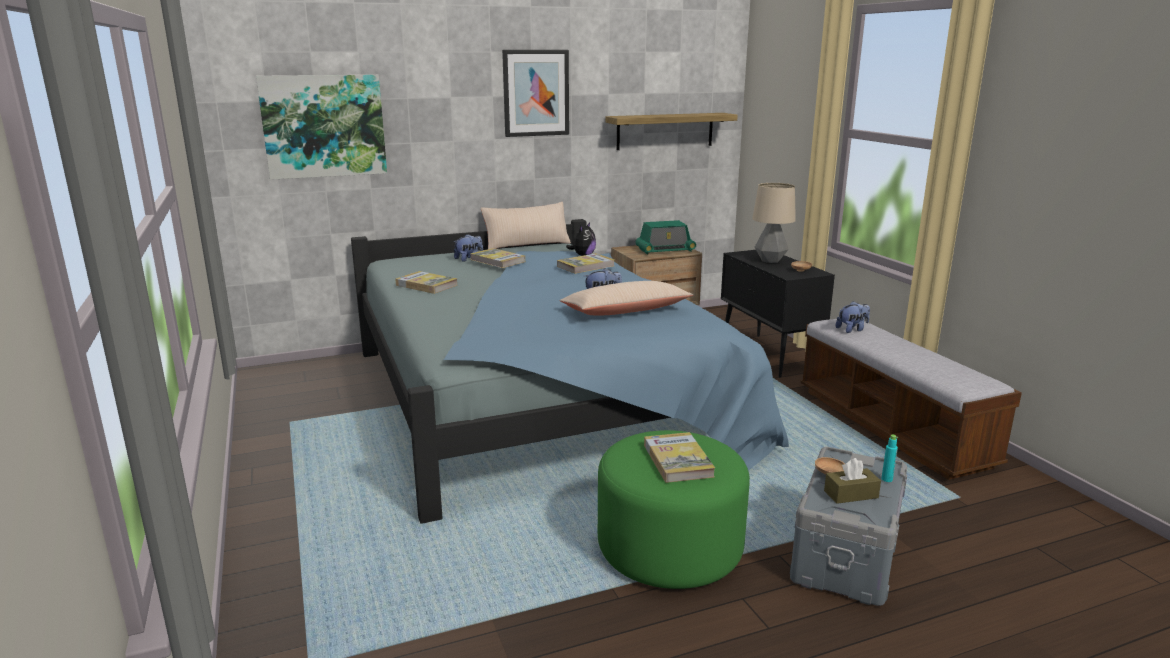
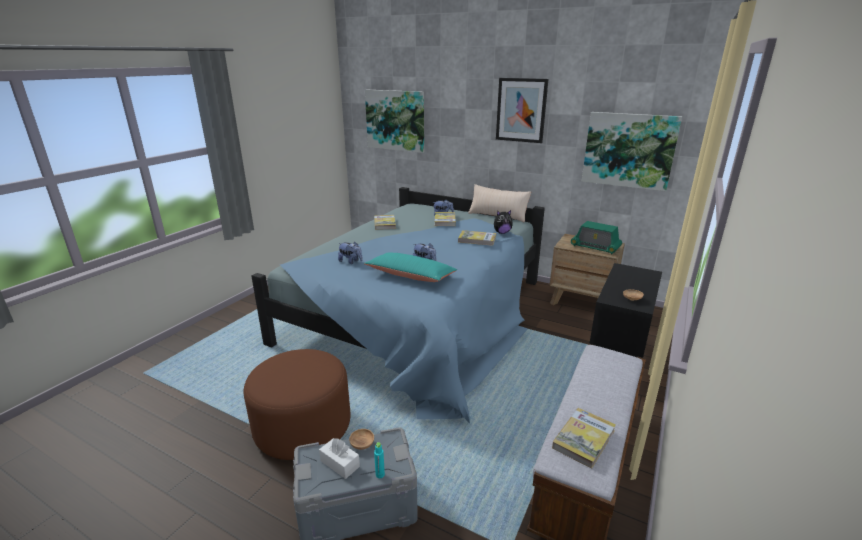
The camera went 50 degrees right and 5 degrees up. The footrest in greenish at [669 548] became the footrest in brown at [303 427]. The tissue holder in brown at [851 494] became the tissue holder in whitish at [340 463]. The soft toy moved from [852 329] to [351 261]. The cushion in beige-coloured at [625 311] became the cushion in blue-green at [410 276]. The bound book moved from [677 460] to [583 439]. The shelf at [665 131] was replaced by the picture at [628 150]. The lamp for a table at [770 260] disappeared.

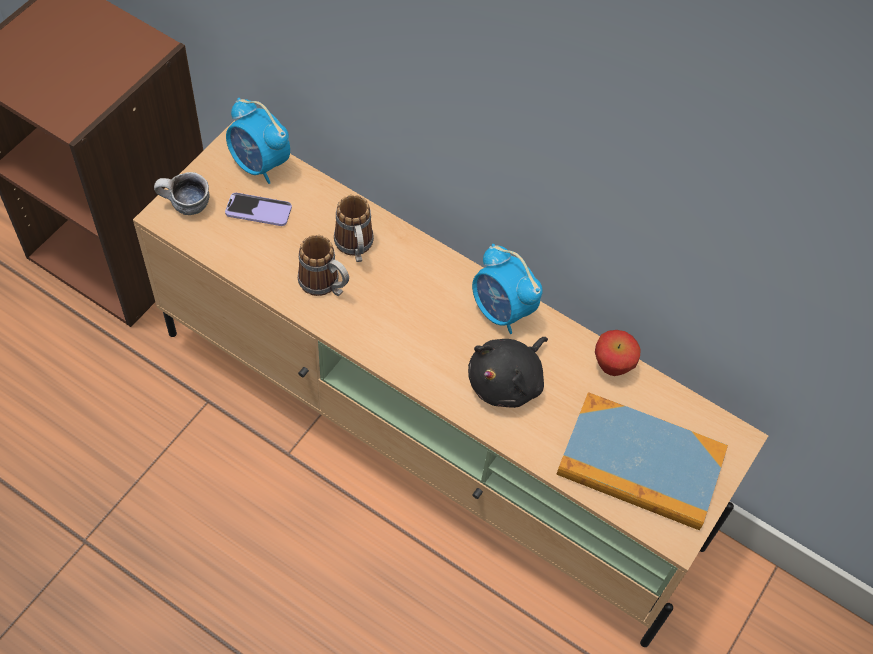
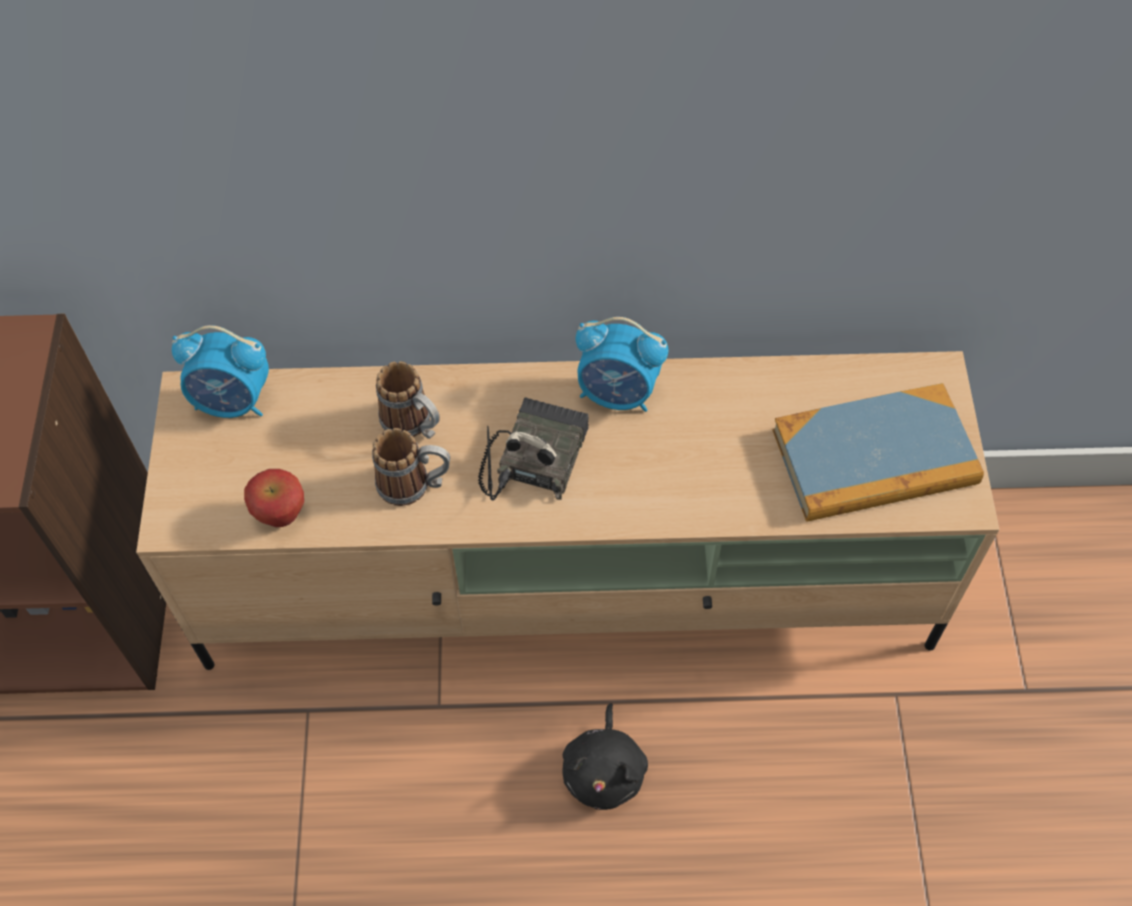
The camera went 30 degrees left and 0 degrees up. The apple fruit moved from [612 367] to [281 516]. The radio set at [533 457] appeared. The soft toy in blackish moved from [507 381] to [604 770]. The mug at [185 206] disappeared. The telephone at [258 211] disappeared.

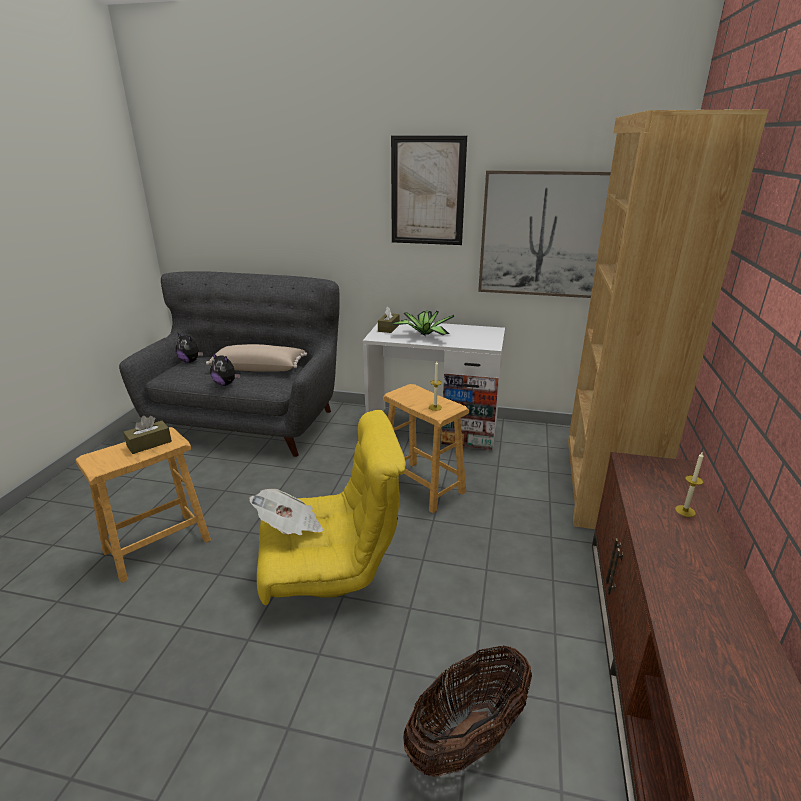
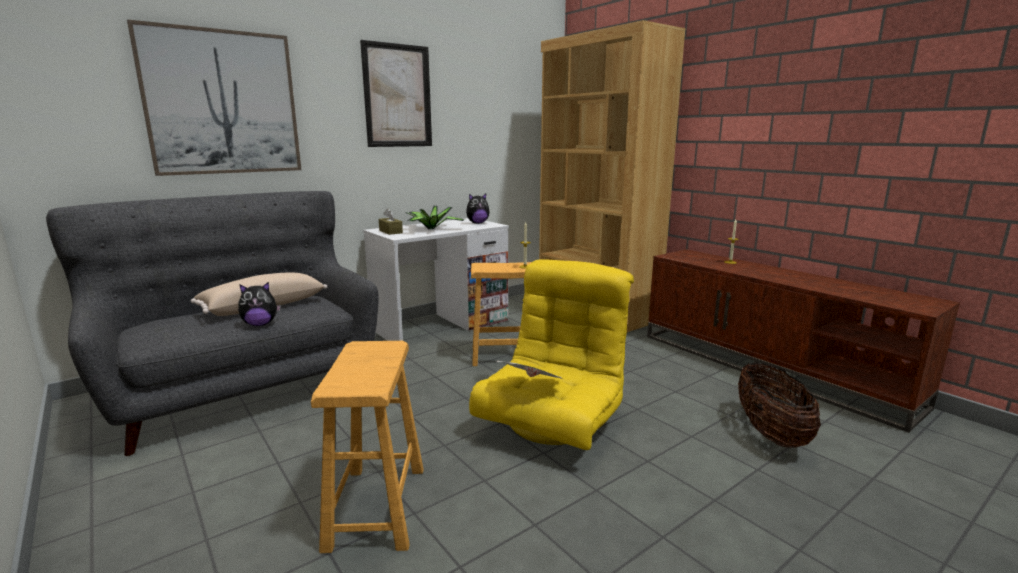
The camera went 50 degrees left and 10 degrees down. The picture moved from [542 235] to [222 103]. The soft toy moved from [190 361] to [477 223]. The tissue holder in brown at [149 444] disappeared.

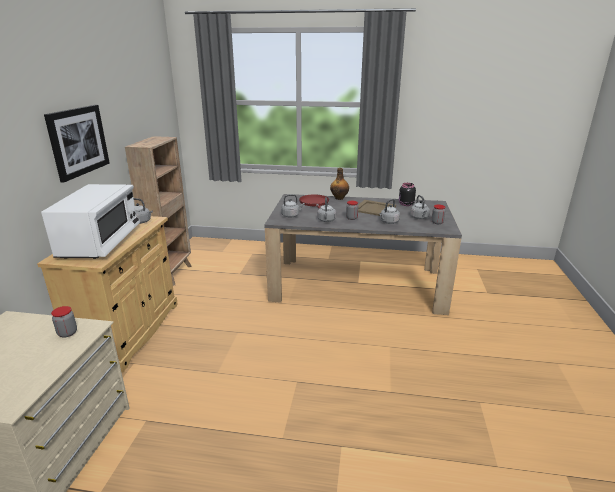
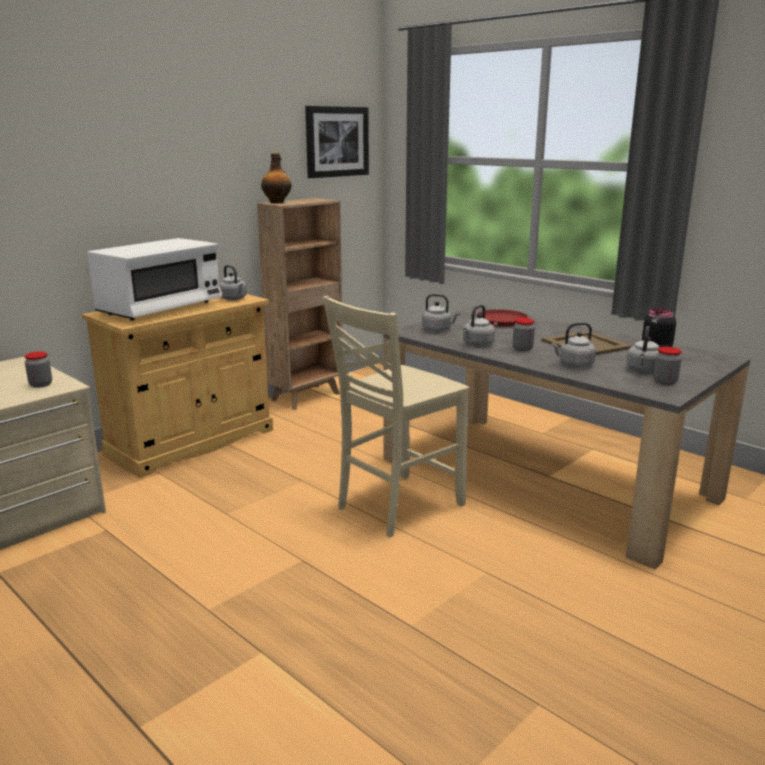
The camera went 35 degrees right and 5 degrees down. The beverage bottle moved from [339 198] to [277 202]. The picture moved from [78 141] to [337 142]. The chair in beige-coloured at [397 506] appeared.

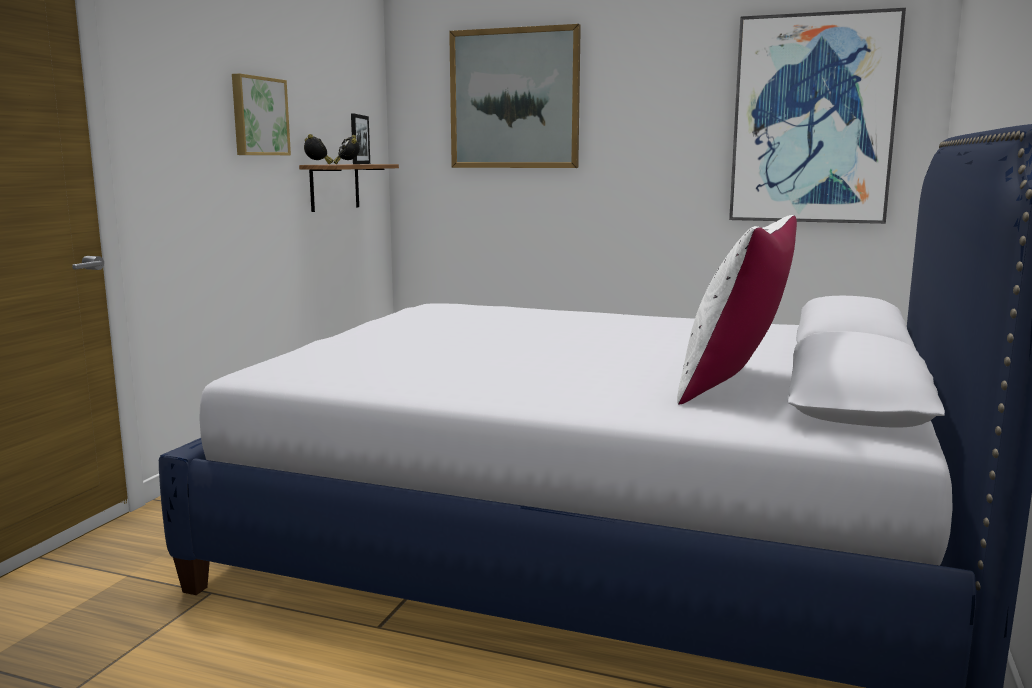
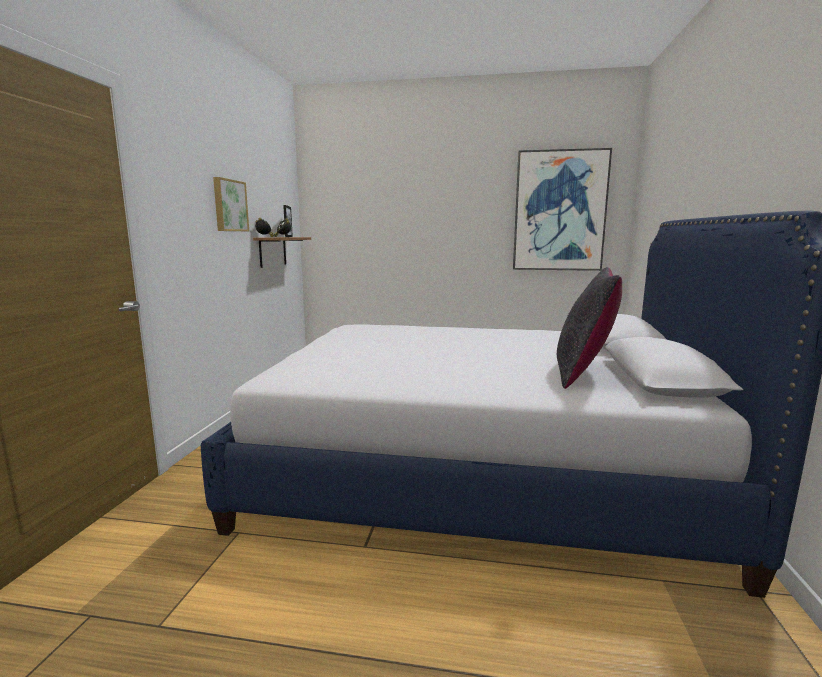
The camera went 10 degrees left and 0 degrees up. The cushion in whitish at [734 385] became the cushion in blackish at [583 373]. The picture at [514 99] disappeared.

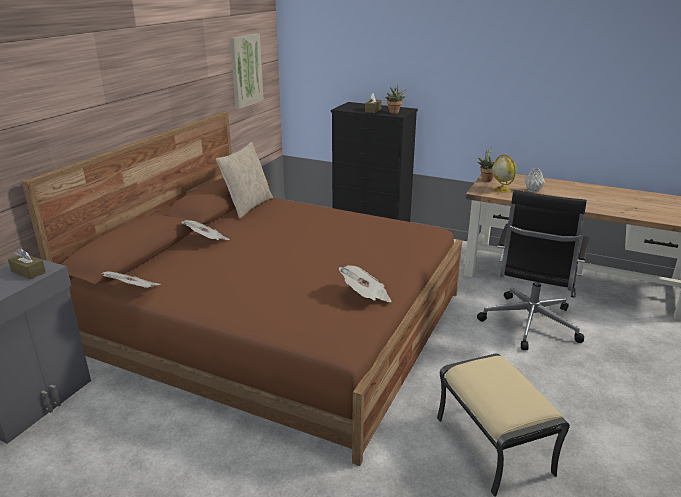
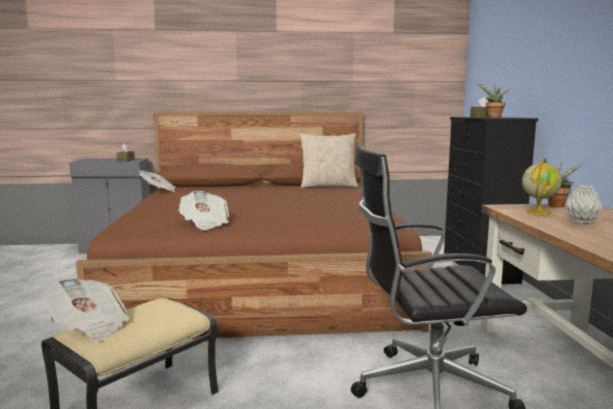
The camera went 60 degrees right and 15 degrees down. The newspaper moved from [207 241] to [90 327]. The picture at [245 70] disappeared.

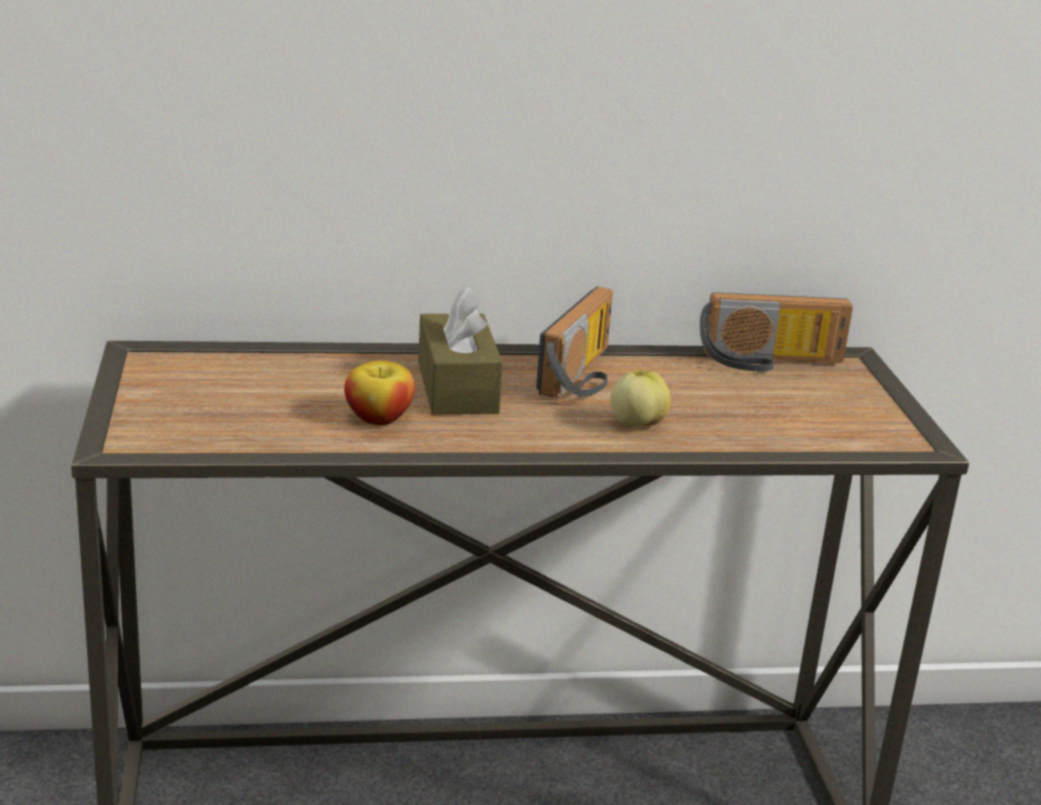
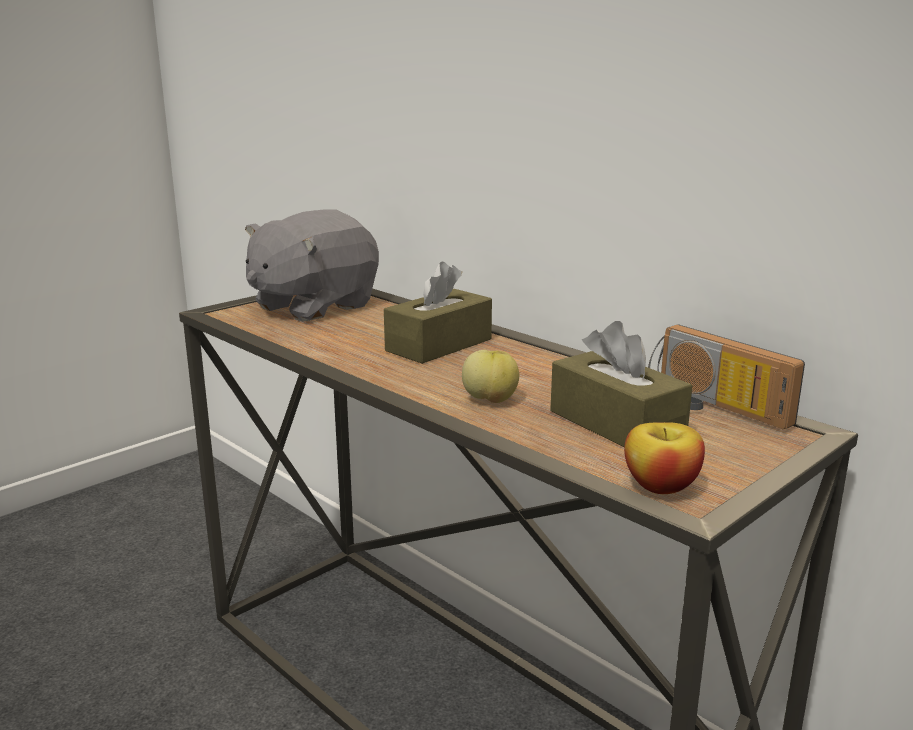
The camera went 55 degrees right and 5 degrees down. The soft toy in greyish at [312 306] appeared. The tissue holder in brown at [616 424] appeared. The apple fruit moved from [378 418] to [661 485]. The radio set at [585 375] disappeared.

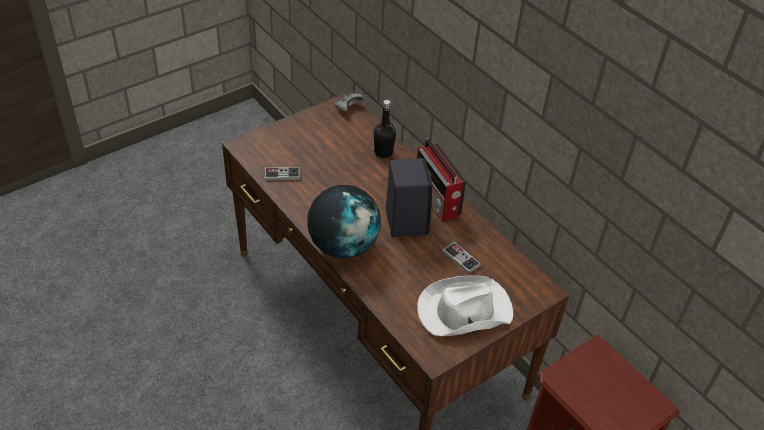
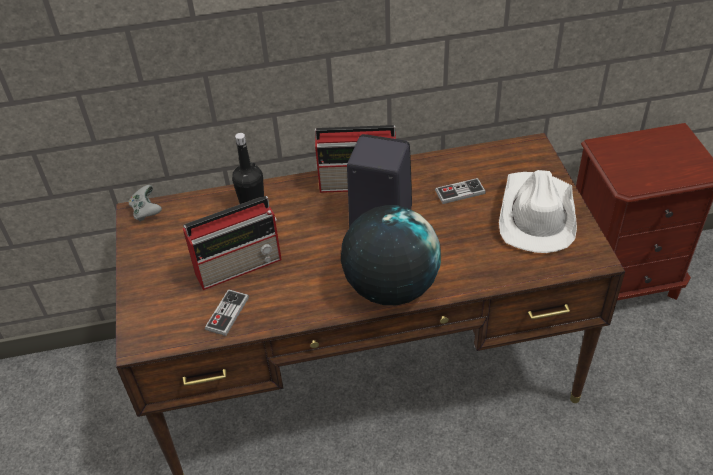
The camera went 60 degrees left and 0 degrees up. The radio set at [240 265] appeared.

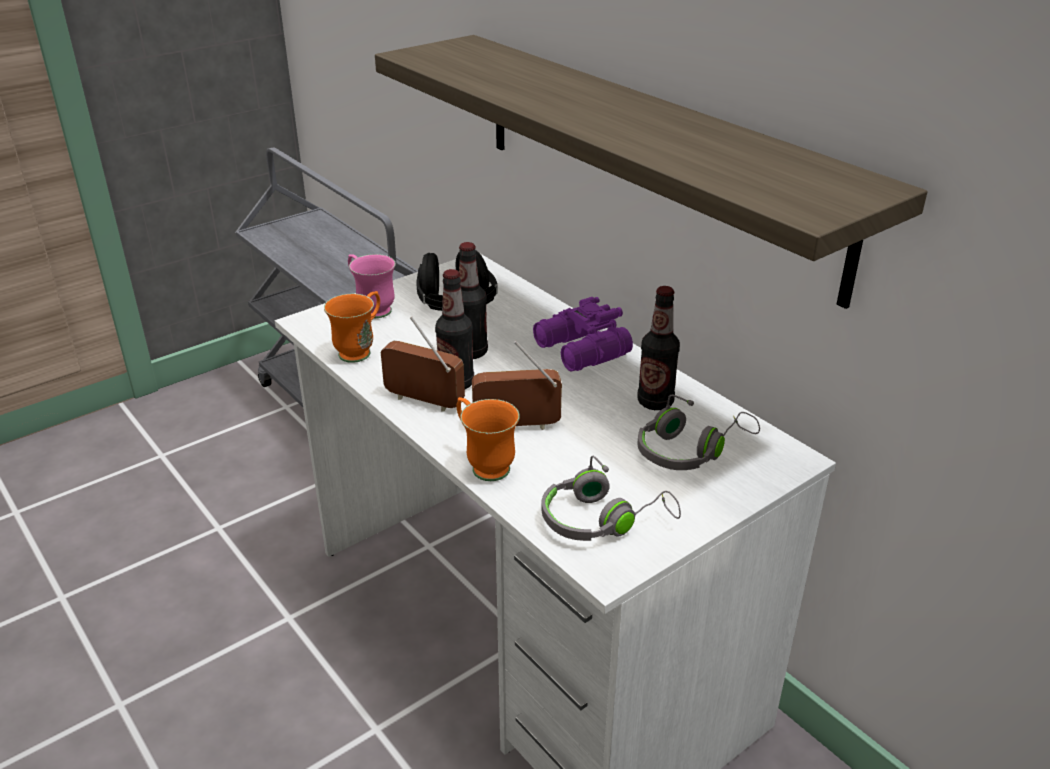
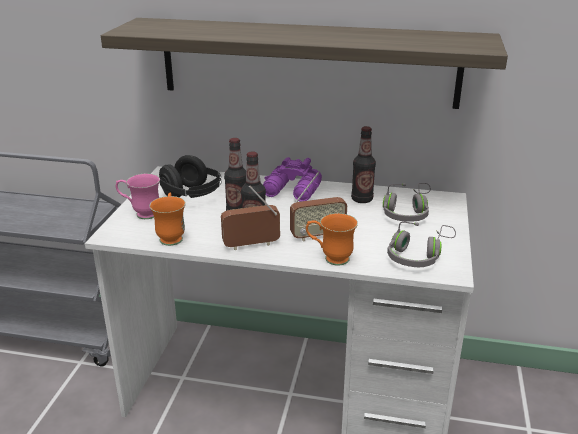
The camera went 40 degrees left and 5 degrees down. The radio set at [517 426] turned 150 degrees counterclockwise.

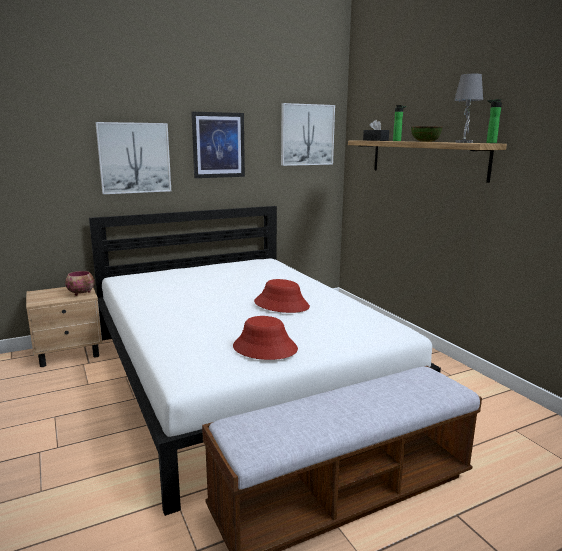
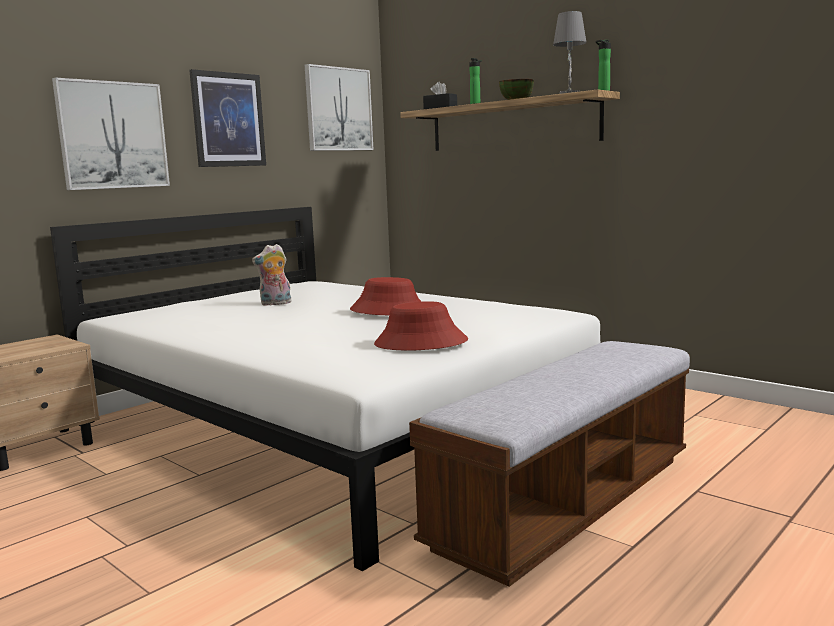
The camera went 20 degrees left and 5 degrees down. The soft toy at [275 304] appeared. The bowl at [82 293] disappeared.

